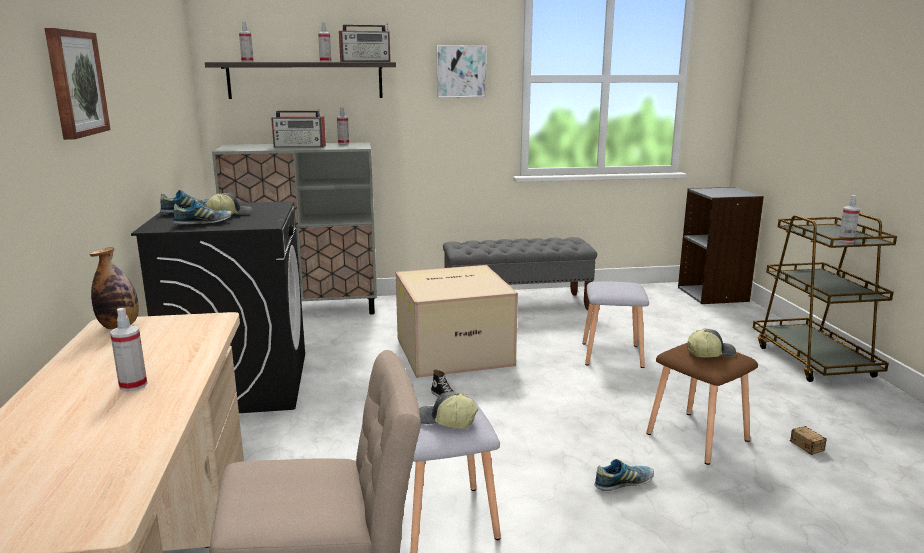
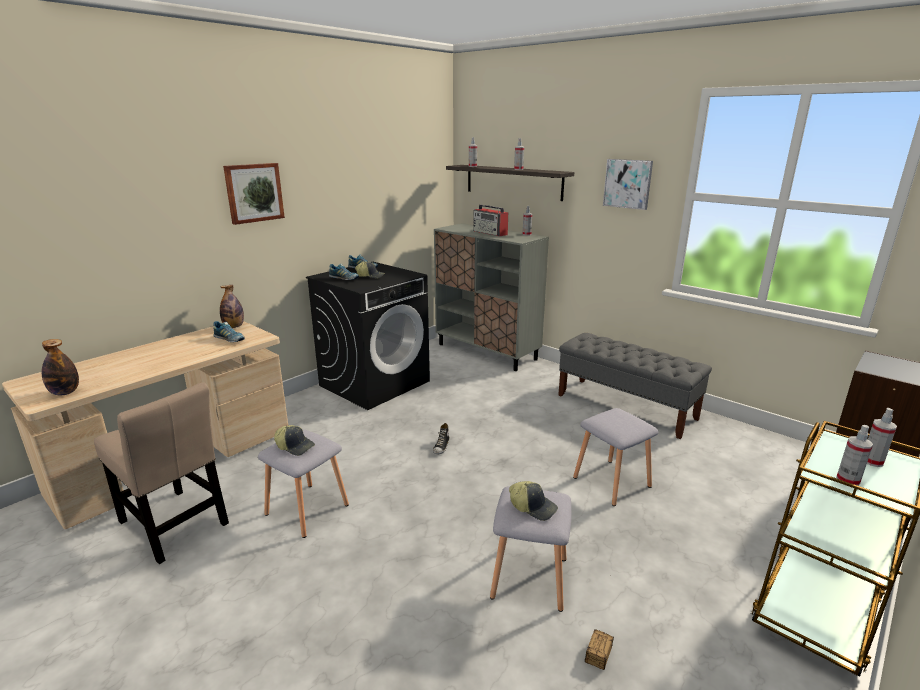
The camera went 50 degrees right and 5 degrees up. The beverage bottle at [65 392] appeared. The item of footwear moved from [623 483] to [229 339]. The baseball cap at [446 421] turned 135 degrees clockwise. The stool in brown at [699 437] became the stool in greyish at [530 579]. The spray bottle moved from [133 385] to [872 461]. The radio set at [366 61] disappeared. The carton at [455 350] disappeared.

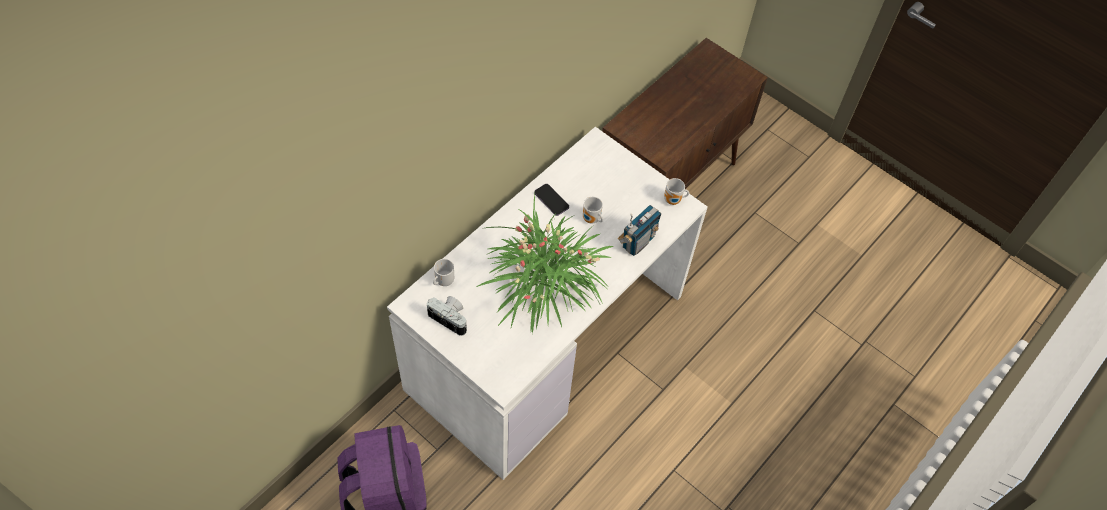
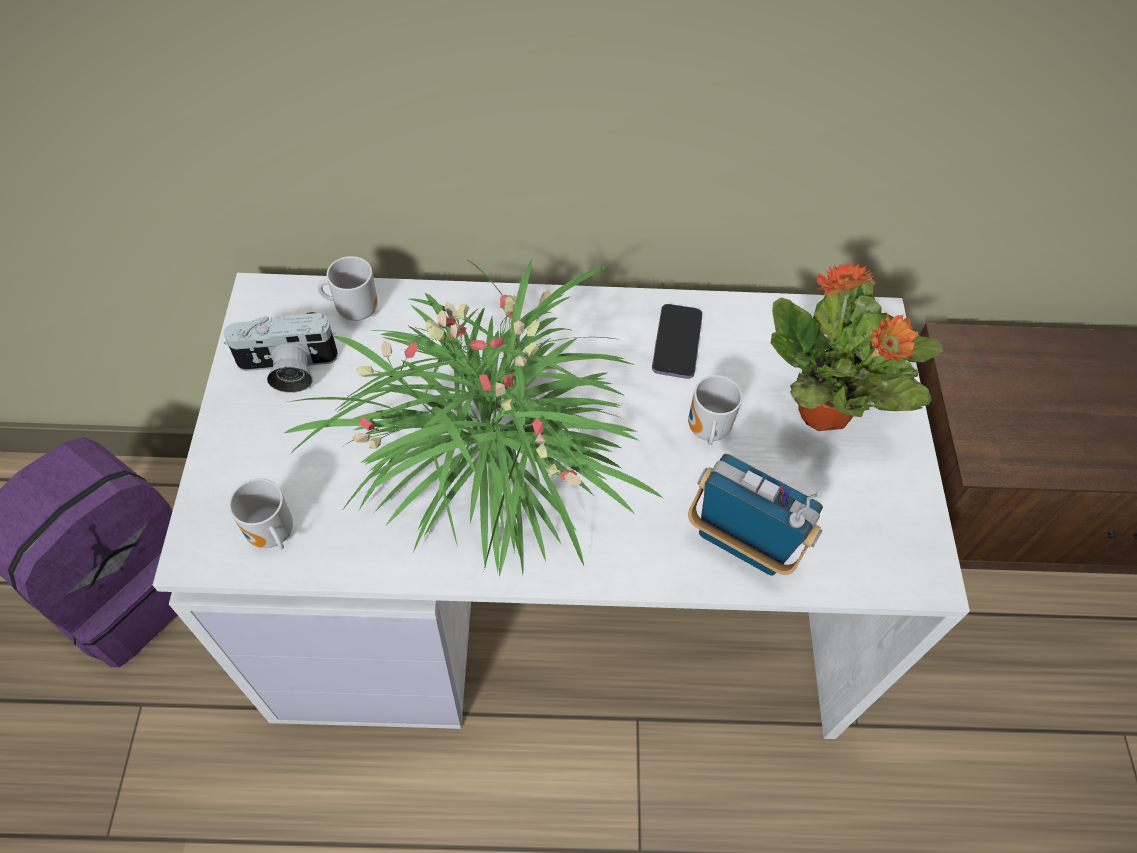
The camera went 50 degrees right and 0 degrees up. The still camera at [451 318] turned 90 degrees clockwise. The mug moved from [673 201] to [271 536]. The radio set at [637 242] turned 150 degrees counterclockwise. The plant in a pot at [824 412] appeared.

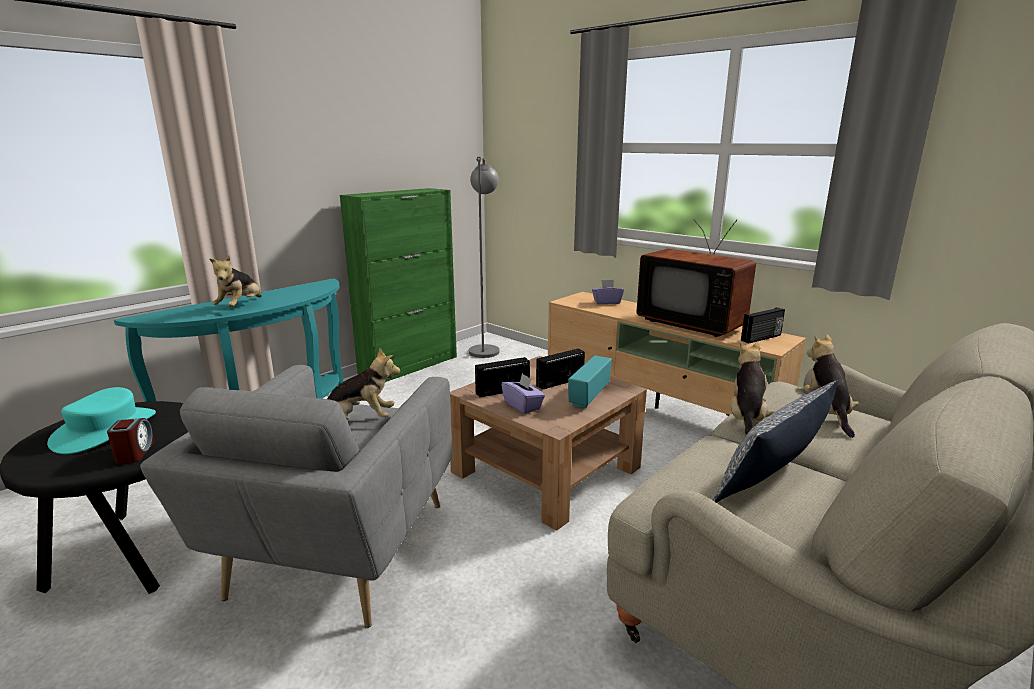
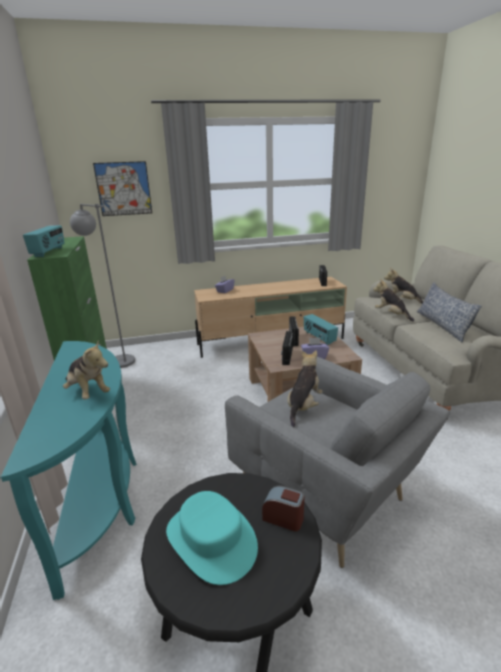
The camera went 55 degrees left and 5 degrees up. The radio set at [49 252] appeared. The picture at [123 189] appeared. The television at [692 323] disappeared.

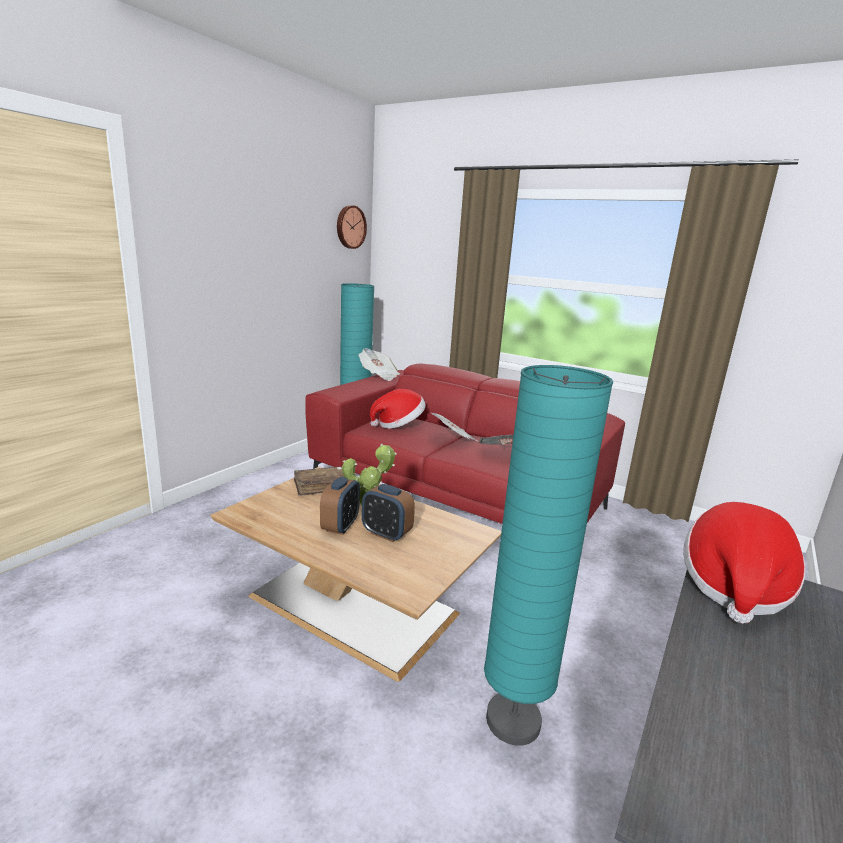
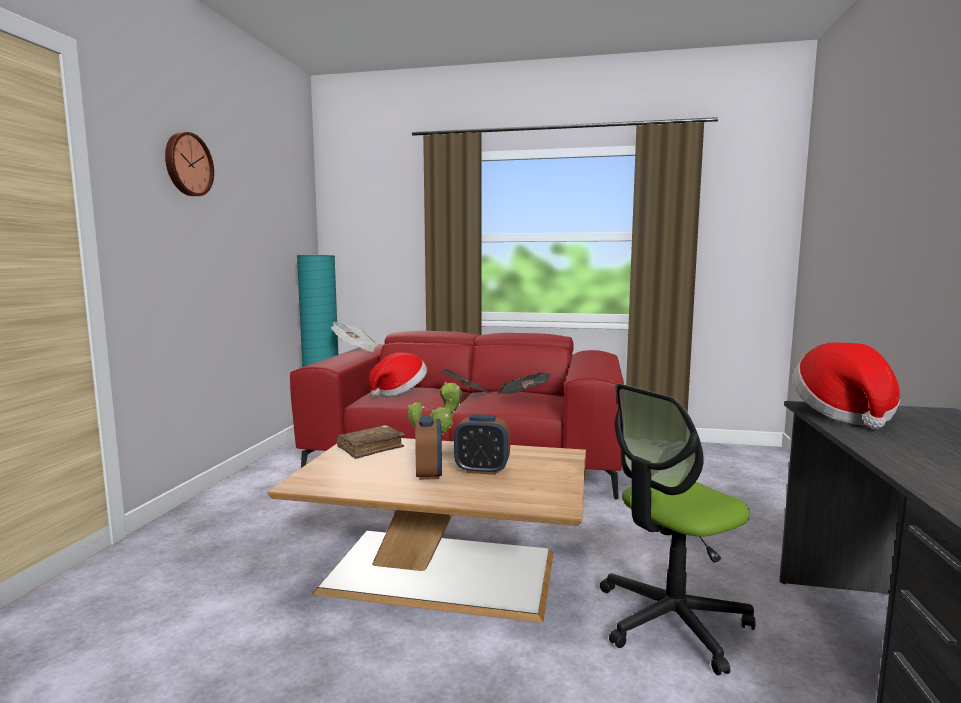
The camera went 20 degrees left and 10 degrees down. The clock on the wall moved from [350 227] to [187 164]. The standard lamp in blue-green at [512 721] was replaced by the computer chair at [671 621].

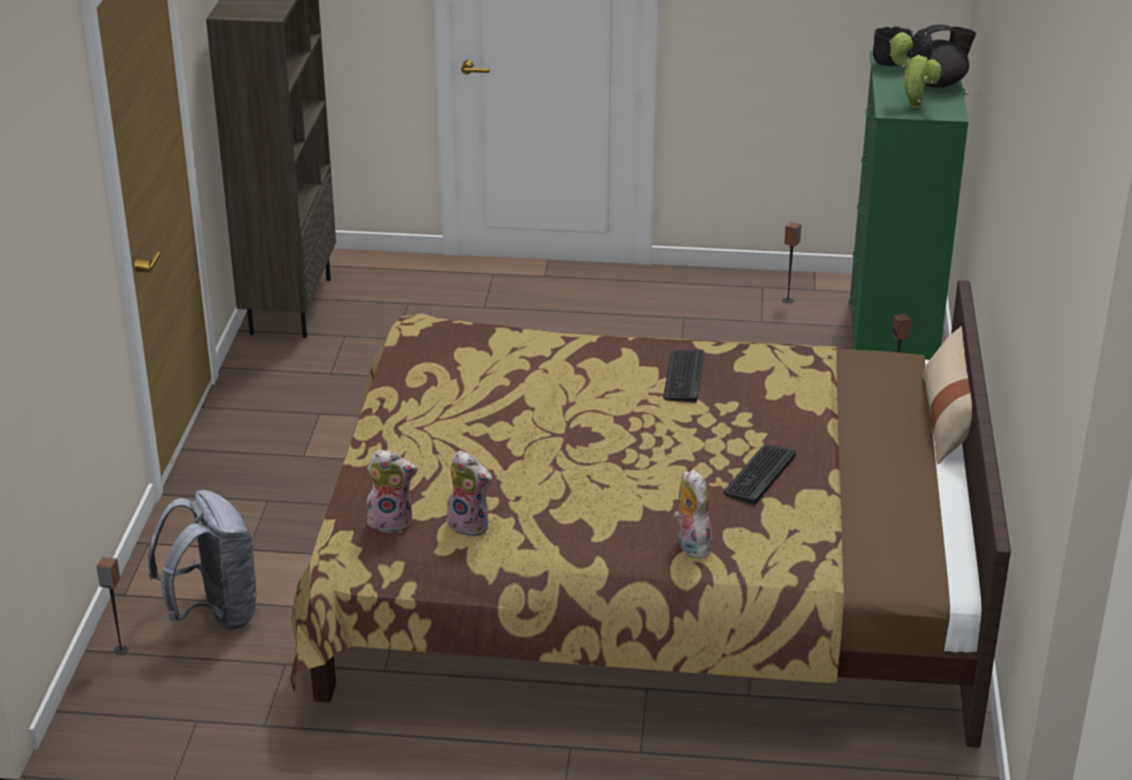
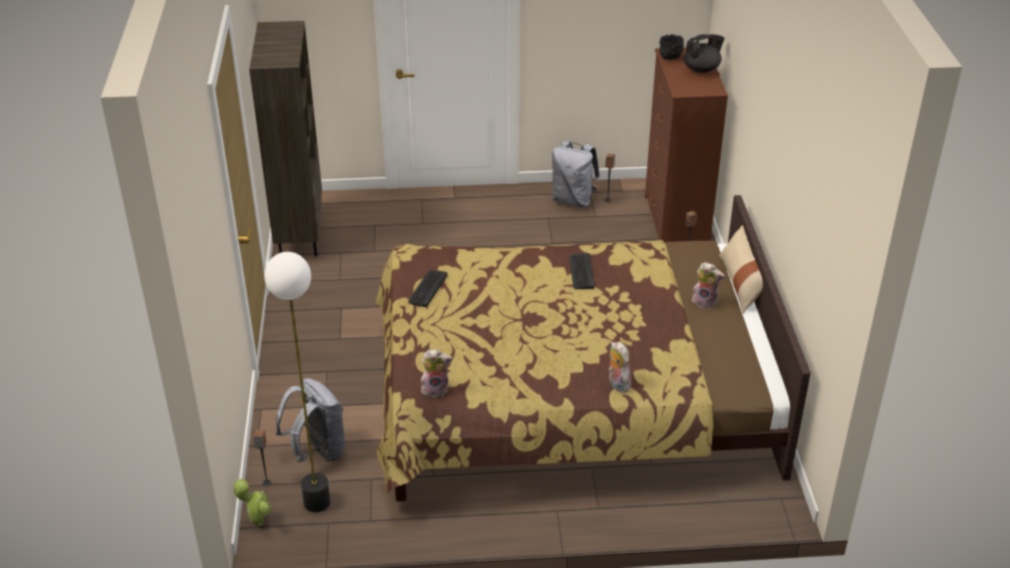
The camera went 10 degrees left and 5 degrees up. The plant in a pot moved from [912 105] to [257 522]. The standard lamp at [316 503] appeared. The keyboard moved from [759 474] to [427 288]. The knapsack in greyish at [573 200] appeared. The drawer chest in greenish at [889 342] became the drawer chest in brown at [675 222]. The soft toy moved from [471 524] to [705 302].

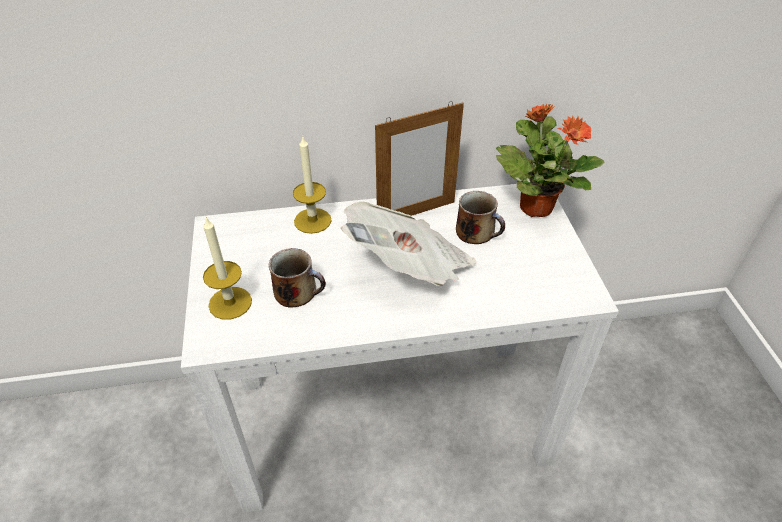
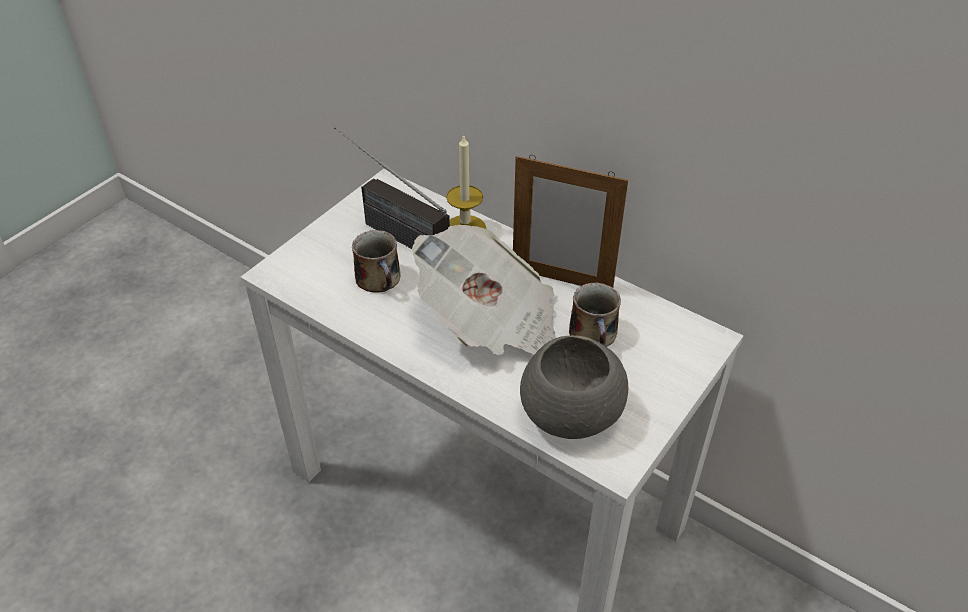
The camera went 45 degrees right and 0 degrees up. The radio set at [386 228] appeared. The bowl in greyish at [569 414] appeared. The wax candle at [230 303] disappeared. The plant in a pot at [535 206] disappeared.

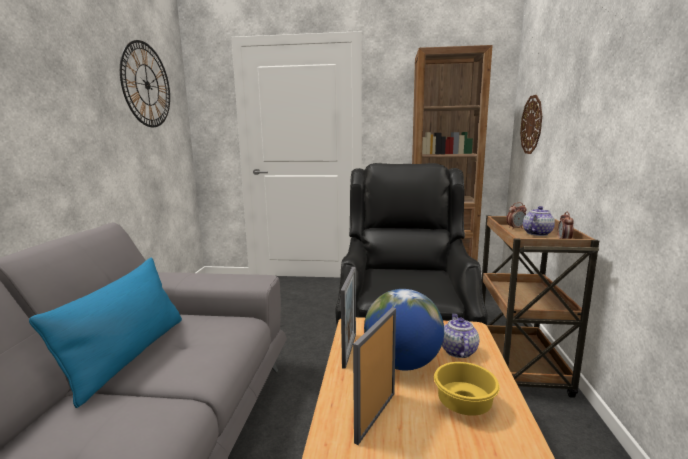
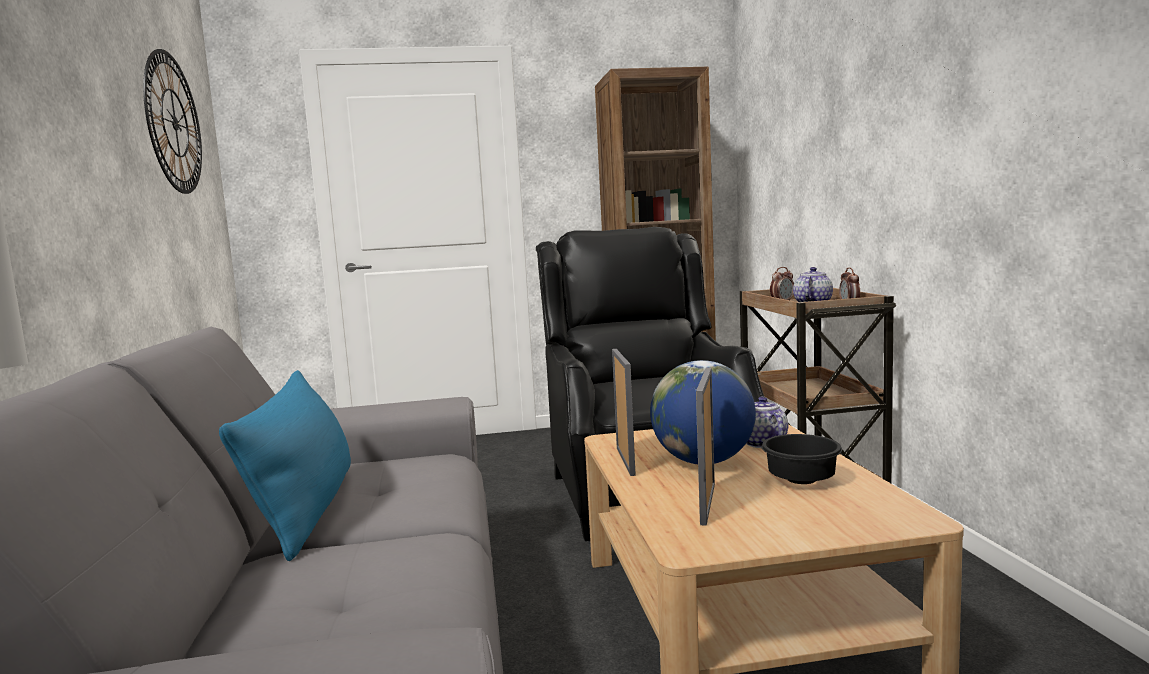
The camera went 15 degrees left and 5 degrees down. The bowl in yellowish at [462 405] became the bowl in blackish at [798 481]. The clock on the wall at [531 125] disappeared.

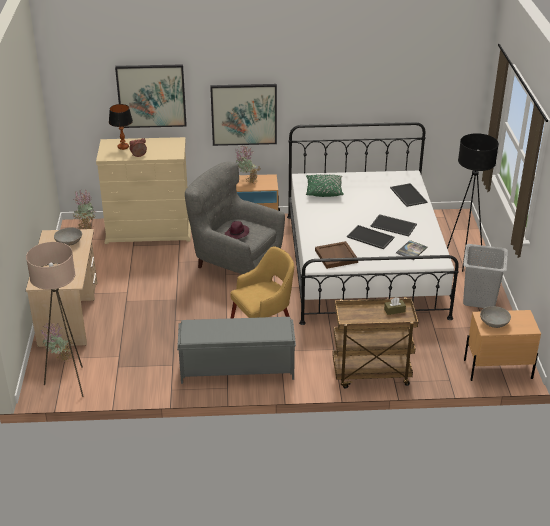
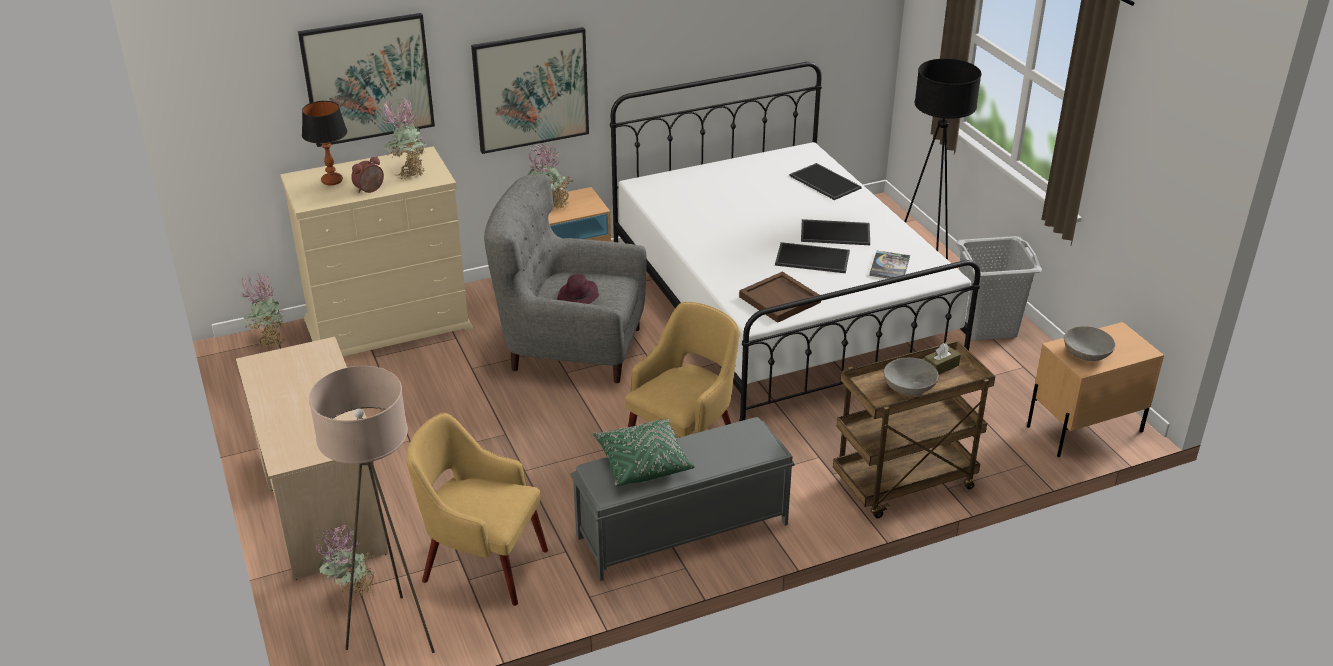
The camera went 20 degrees left and 0 degrees up. The plant in a pot at [408 172] appeared. The lounge chair in yellowish at [481 564] appeared. The cushion in greenish moved from [324 191] to [642 463]. The bowl in greyish moved from [69 242] to [909 386].

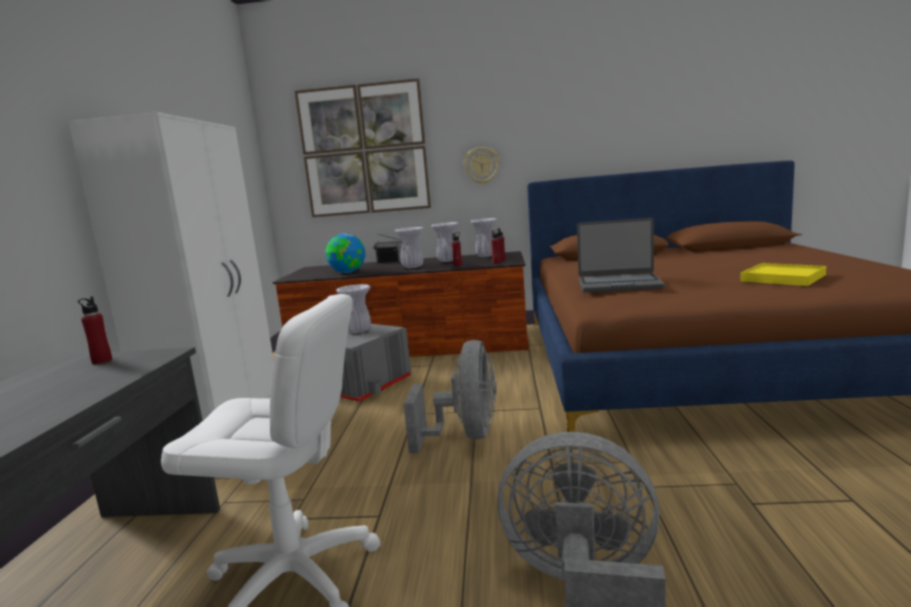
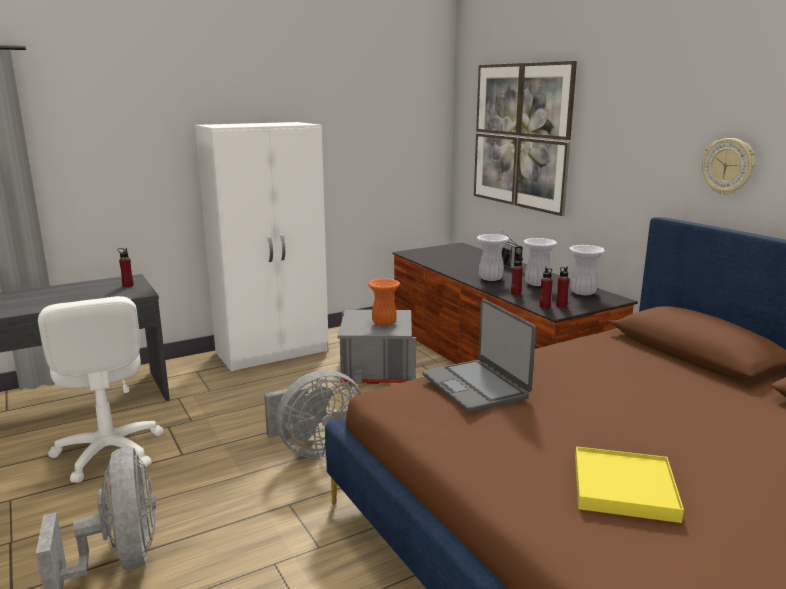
The camera went 55 degrees right and 5 degrees up. The decorative vase in whitish at [359 331] became the decorative vase in orange-coloured at [384 323]. The clock on the wall moved from [481 165] to [728 166]. The desk globe at [347 272] disappeared.

